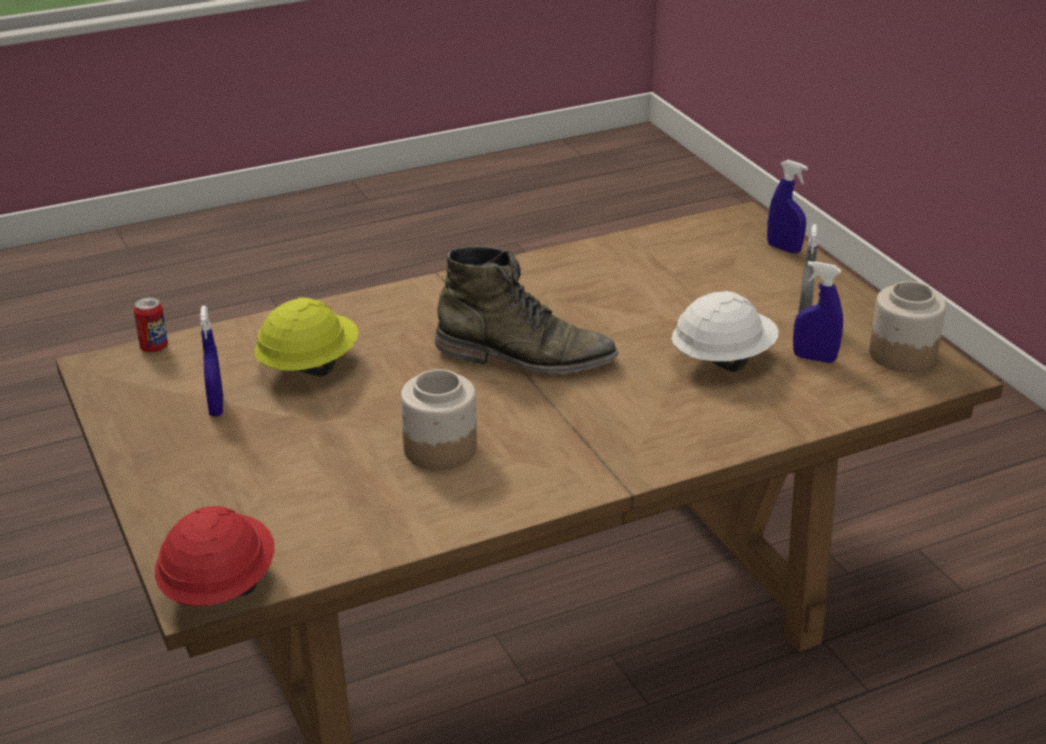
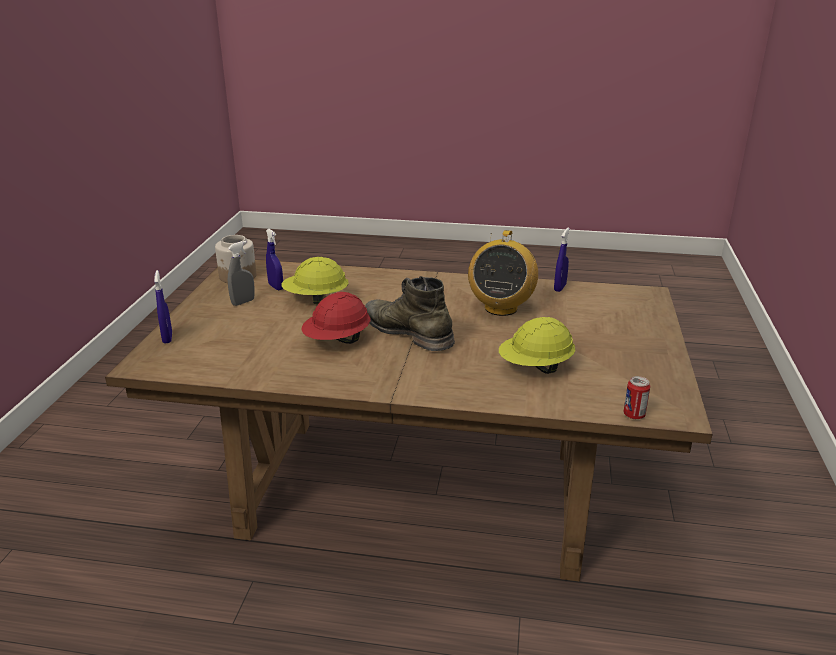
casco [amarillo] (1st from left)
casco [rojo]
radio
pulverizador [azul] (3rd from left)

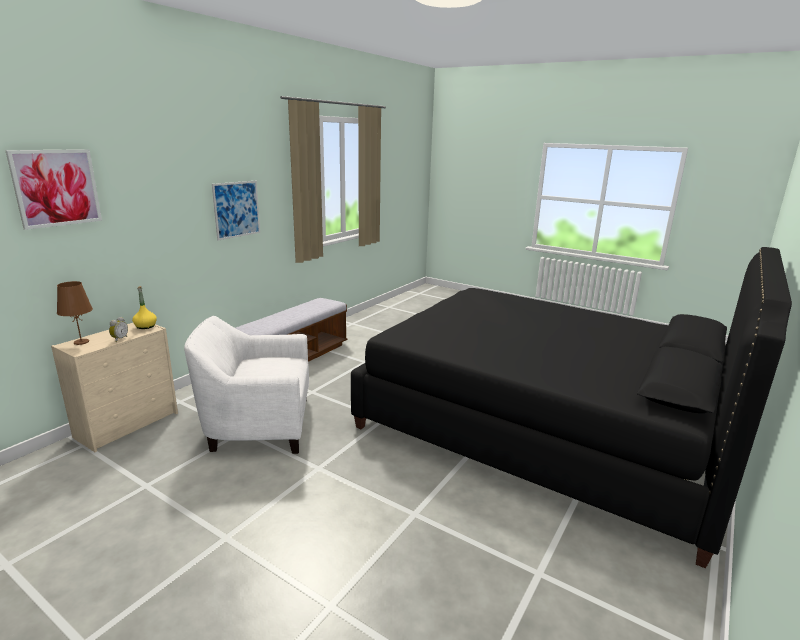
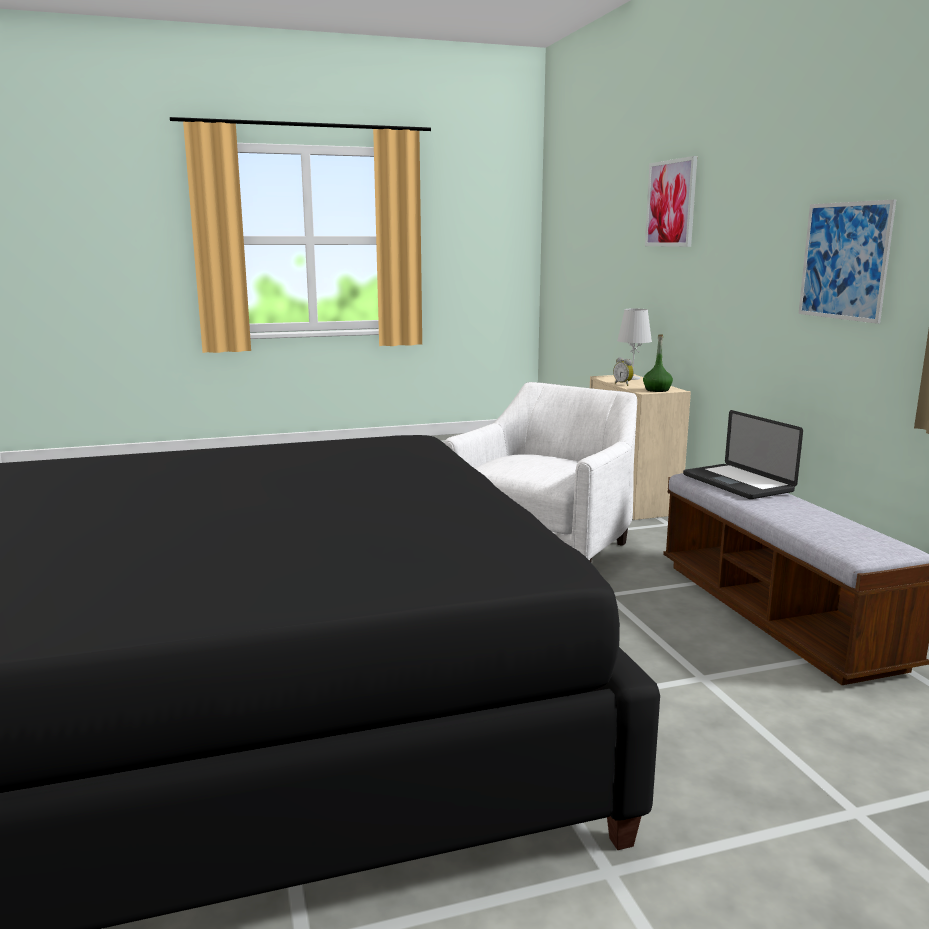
lámpara de mesa [blanco]
botella [verde]
portátil

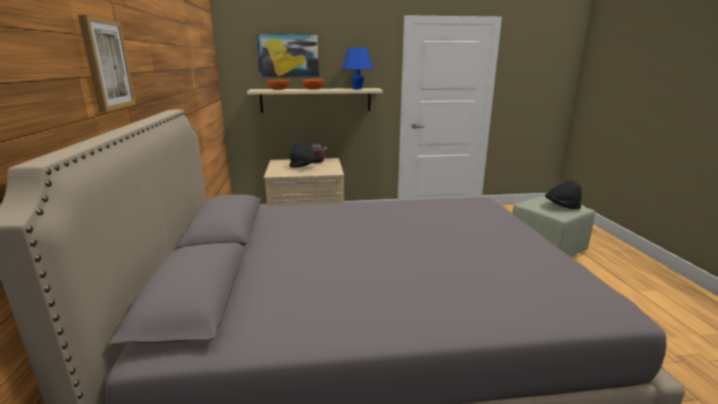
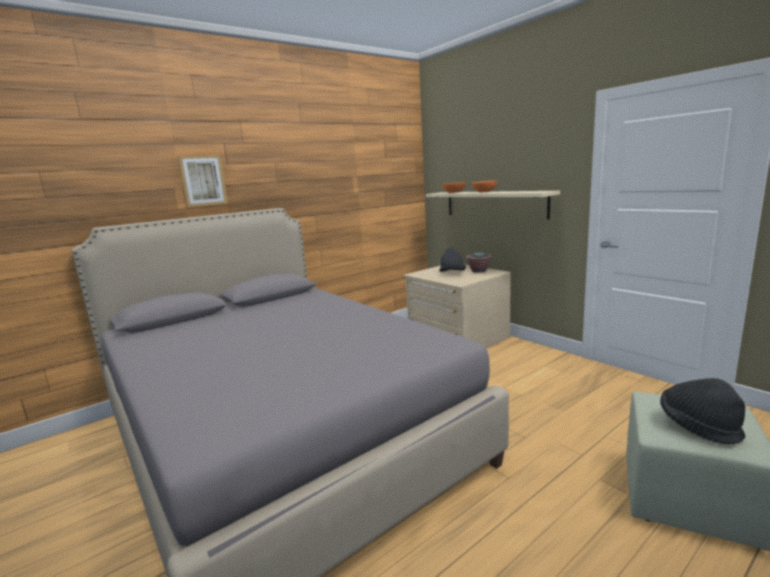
cuadro (2nd from left in the first image)
lámpara de mesa [azul]

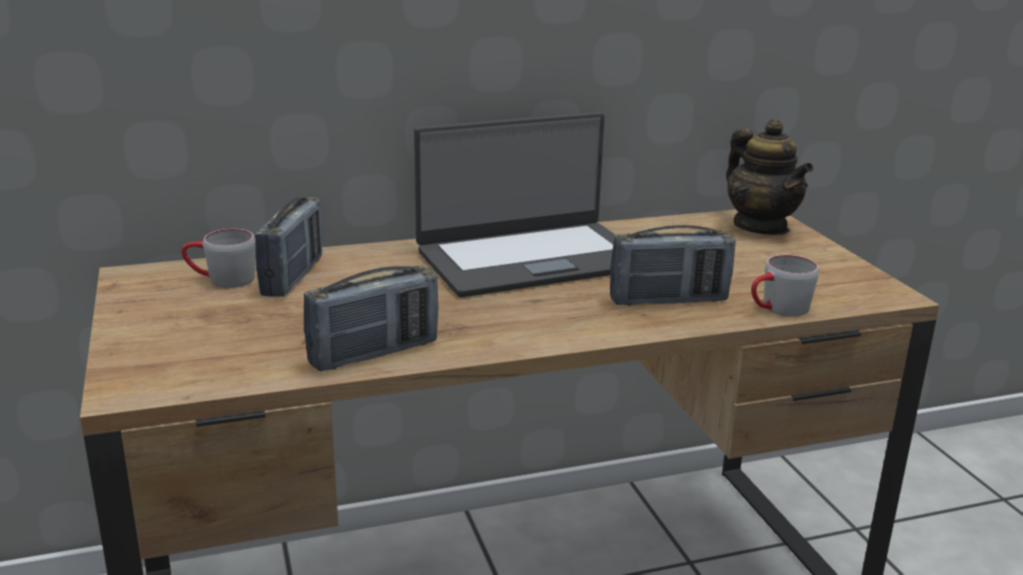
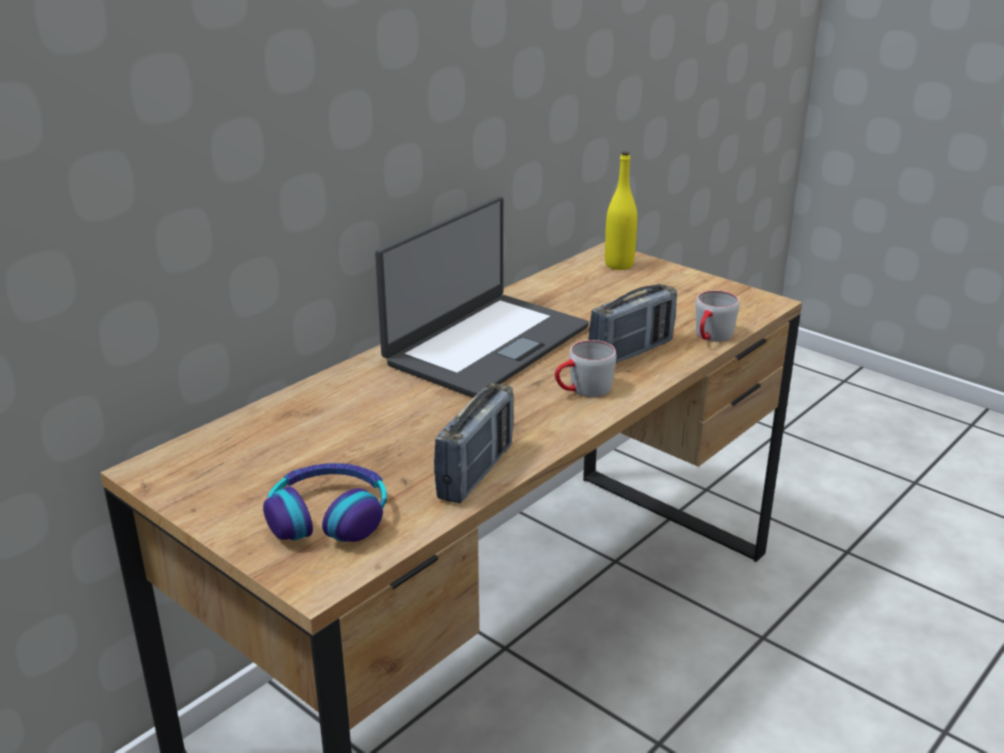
auriculares
taza grande [gris] (1st from left)
botella [amarillo]
radio (1st from left in the first image)

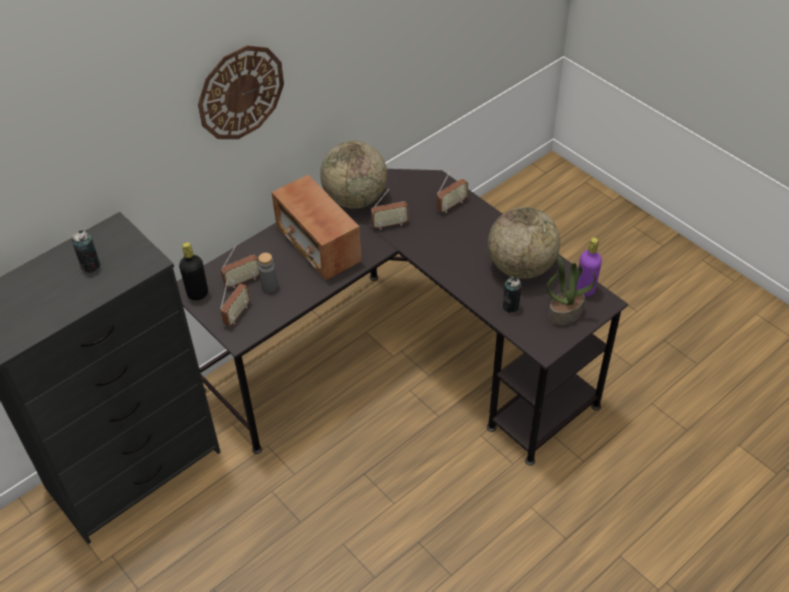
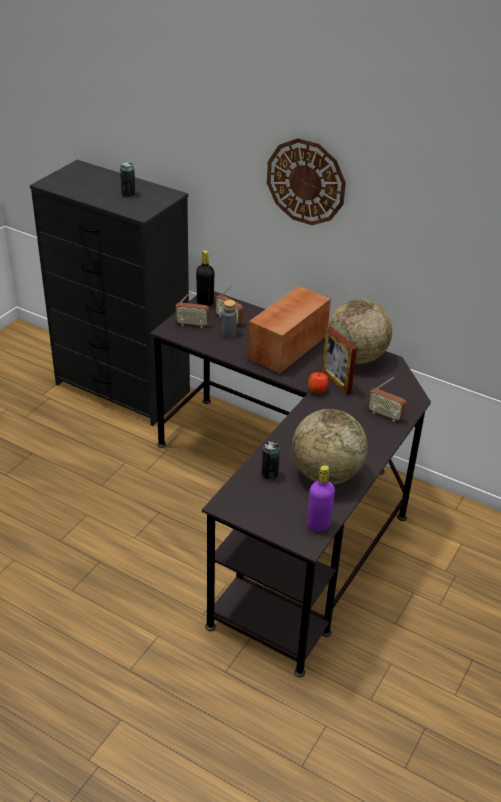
manzana
portarretratos
planta en maceta

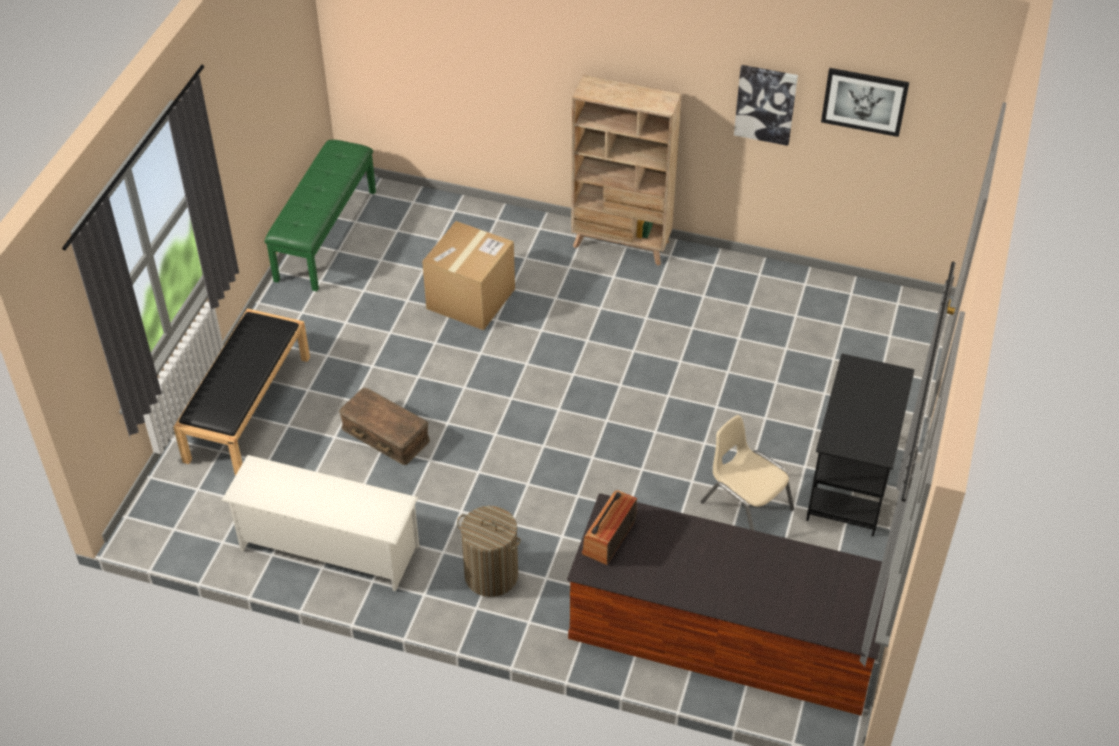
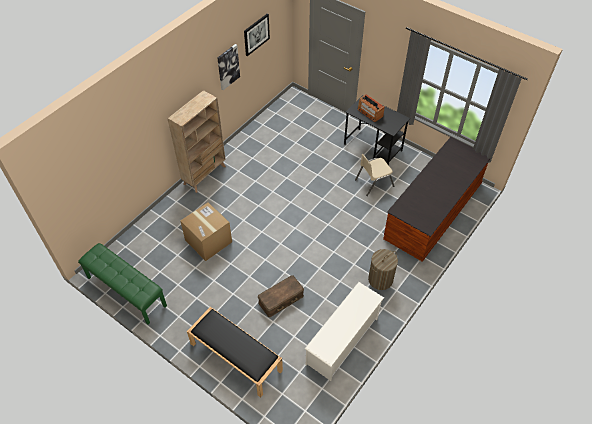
radio

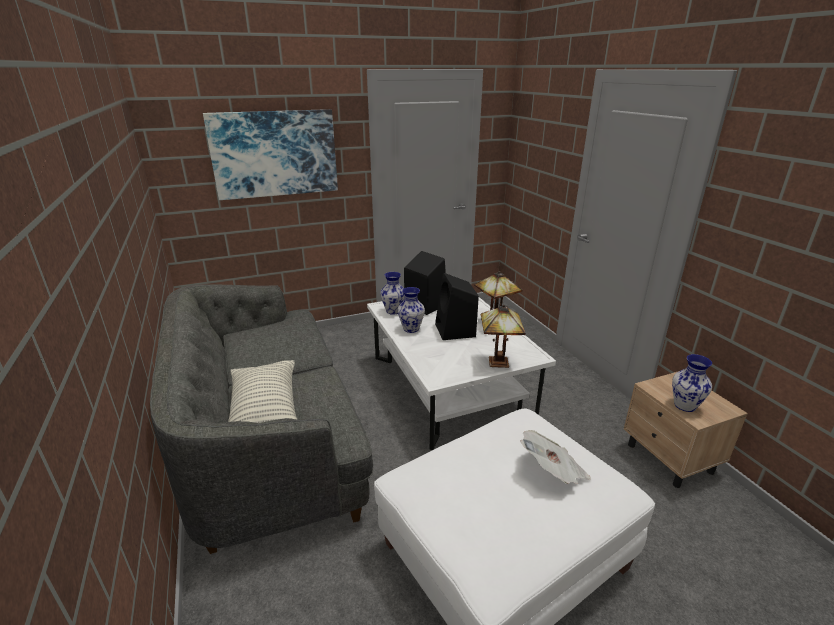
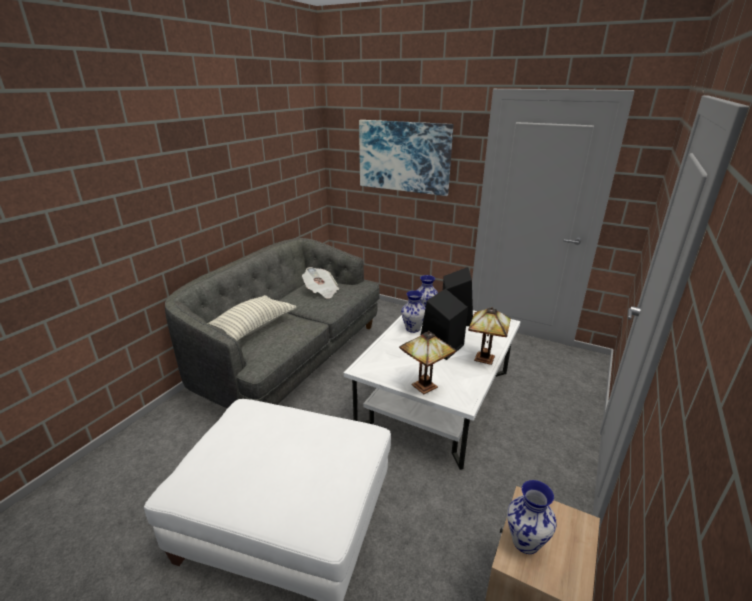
periódico

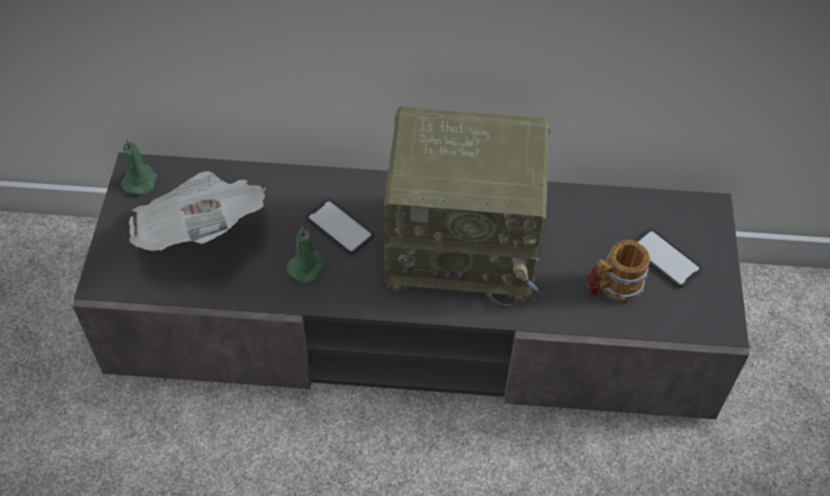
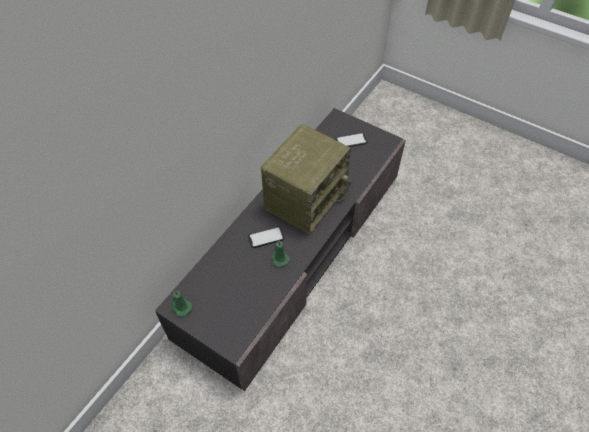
periódico
taza grande

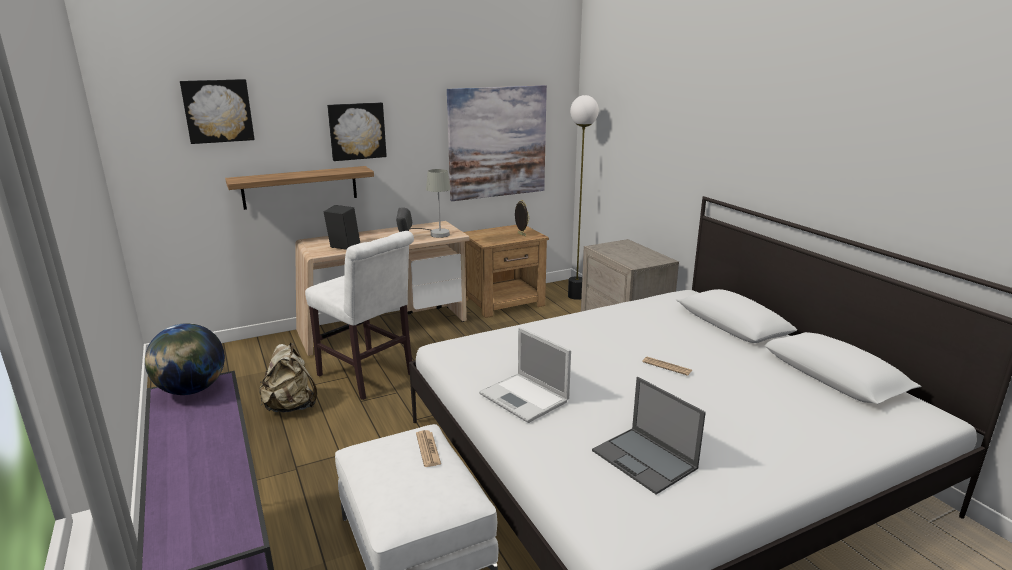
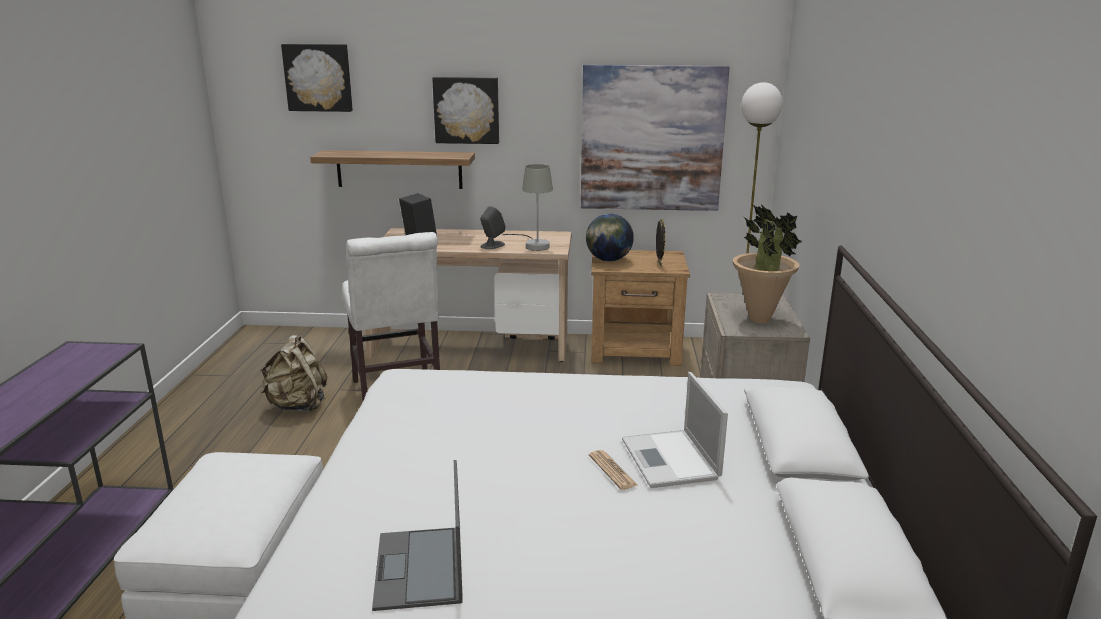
globo terráqueo
portátil (2nd from left)
planta en maceta
periódico (1st from left in the first image)

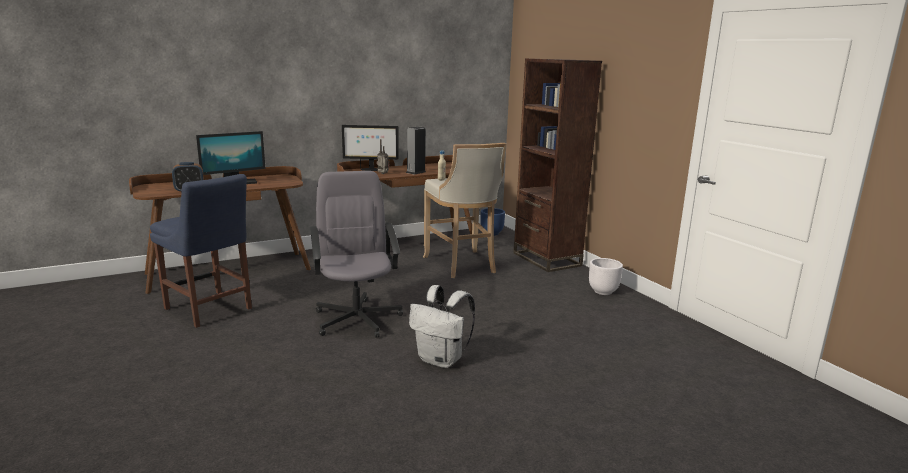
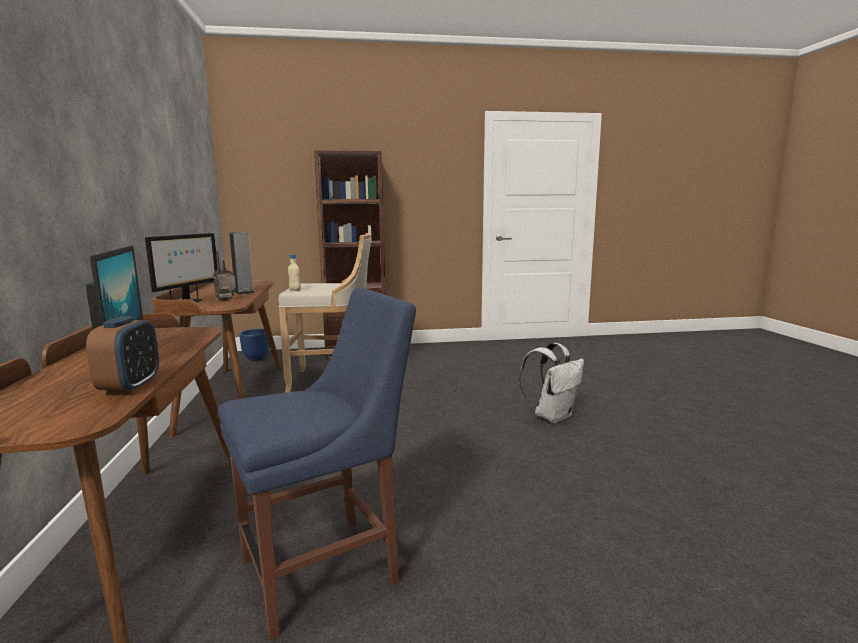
silla de oficina [gris]
maceta [blanco]

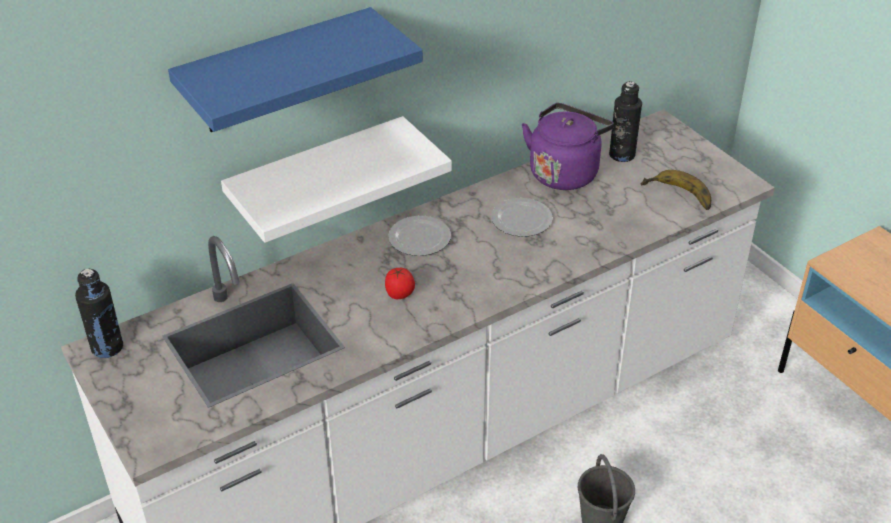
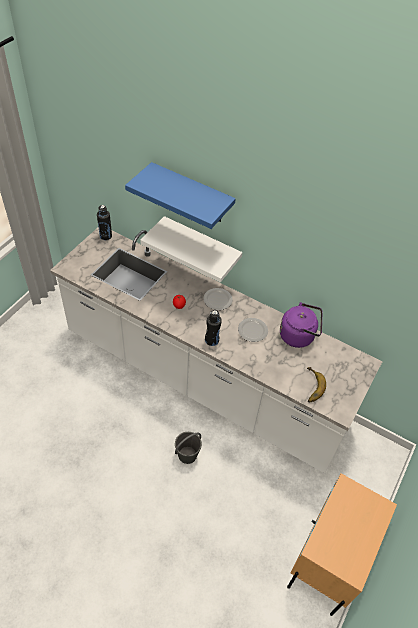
botella [negro] (2nd from left)

